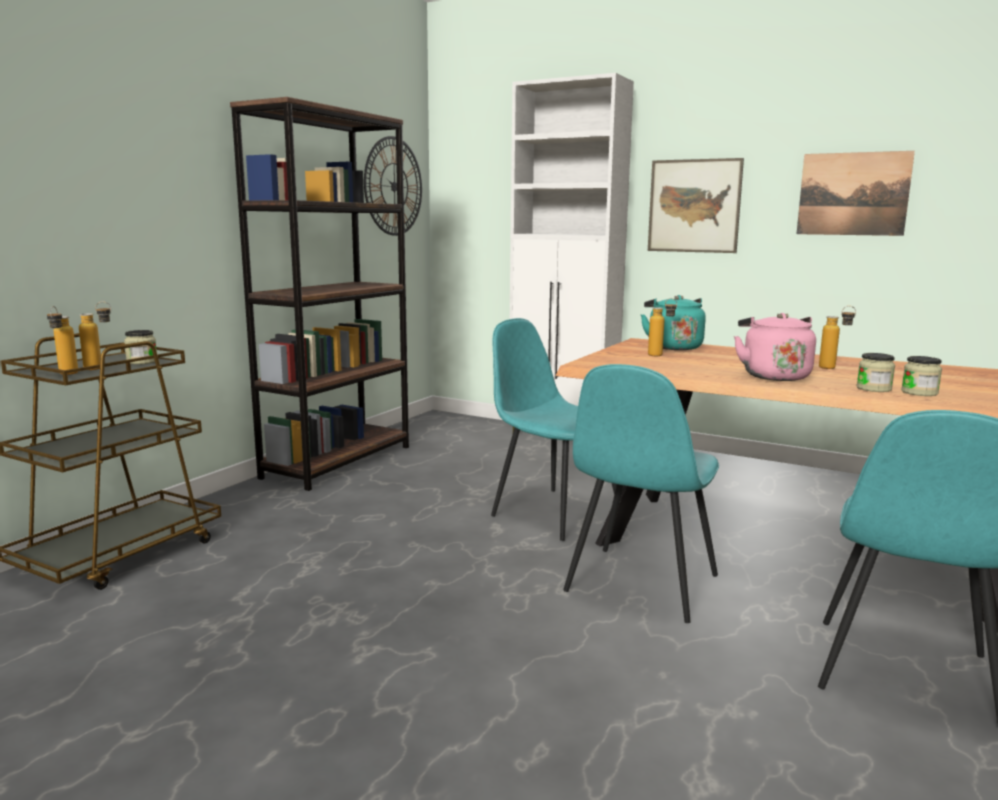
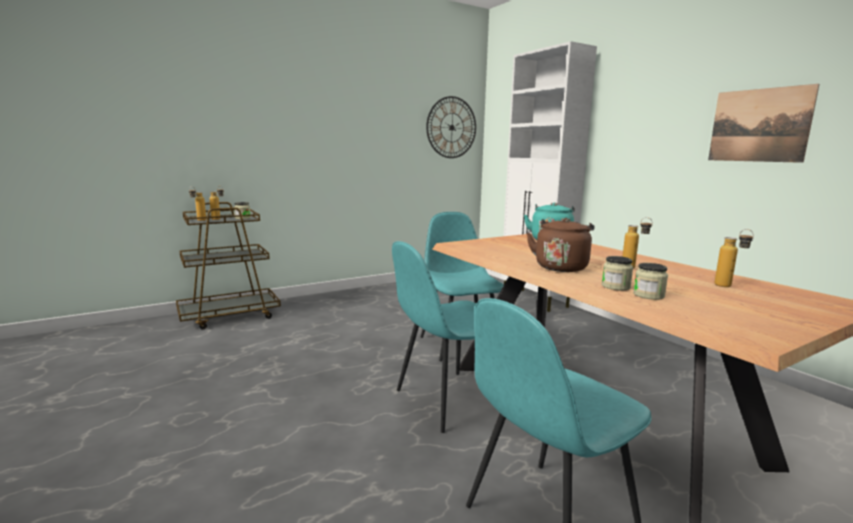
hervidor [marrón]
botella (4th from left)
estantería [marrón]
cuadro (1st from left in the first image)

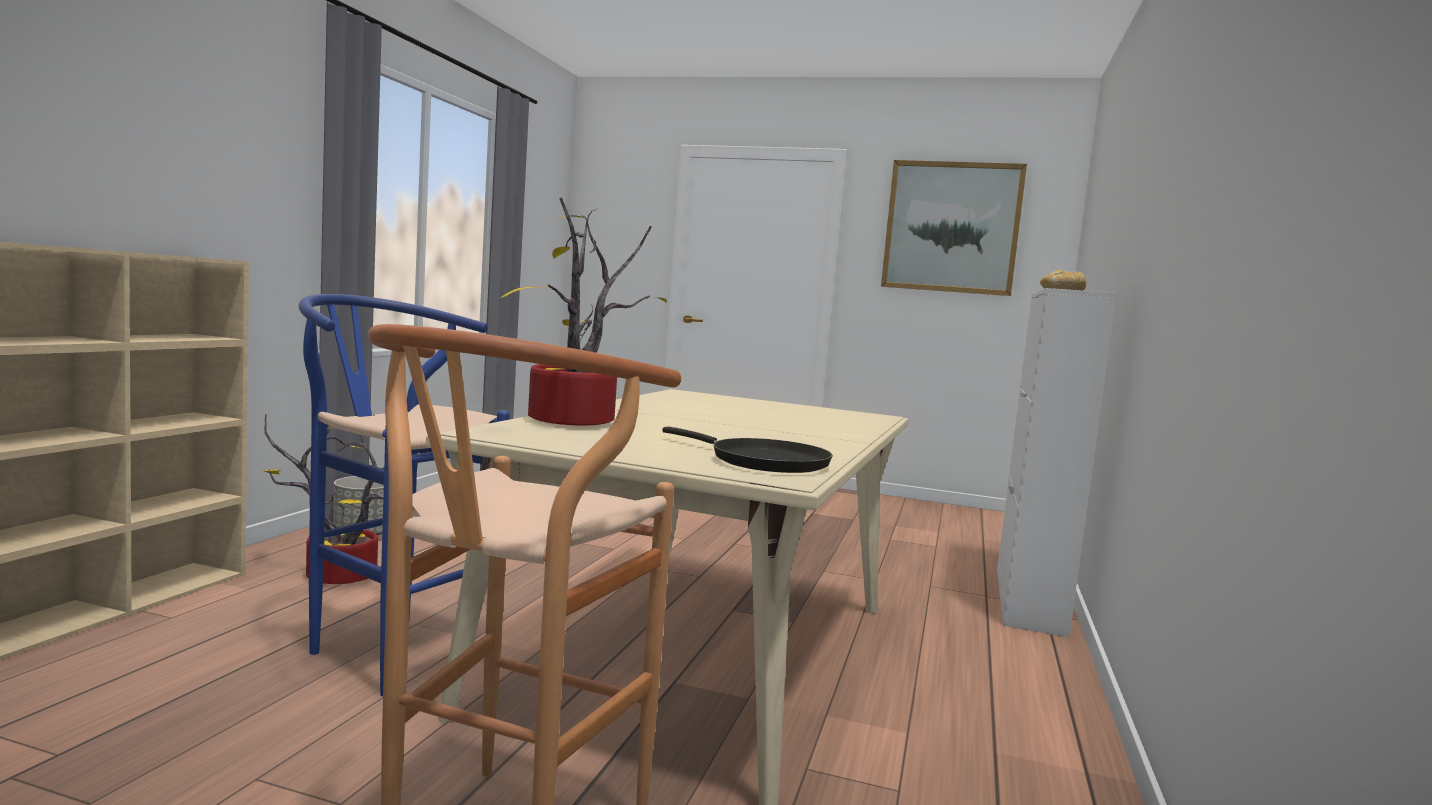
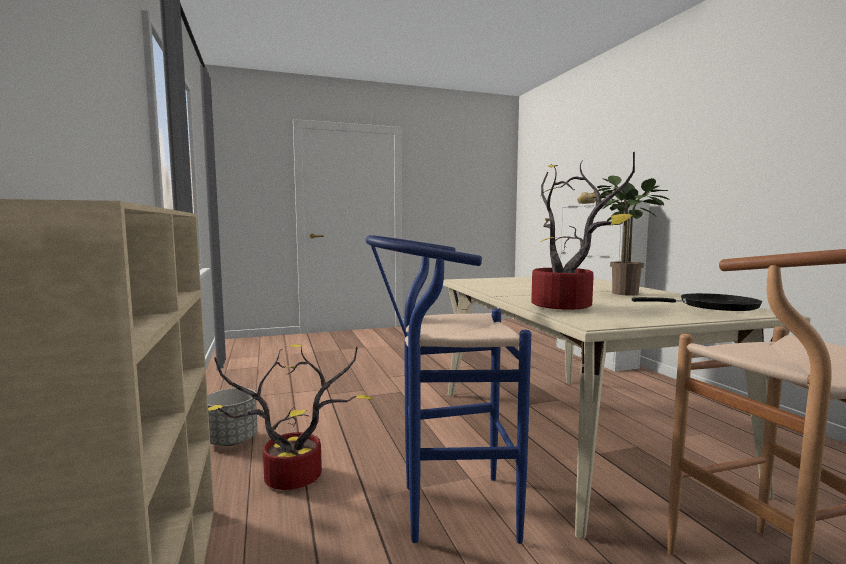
planta en maceta (3rd from left)
cuadro

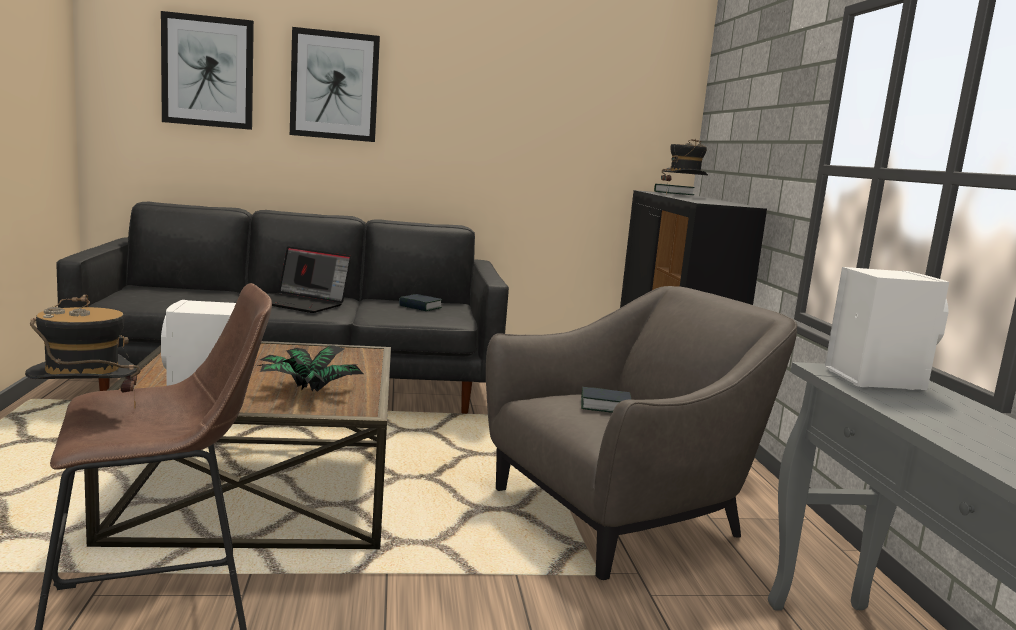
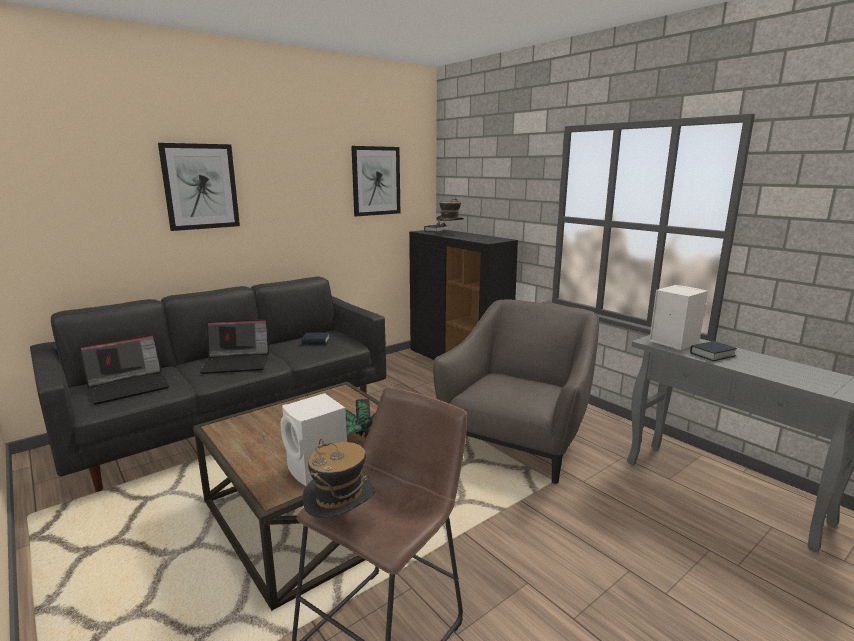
portátil (1st from left)
cuadro (2nd from left)
libro (3rd from left)

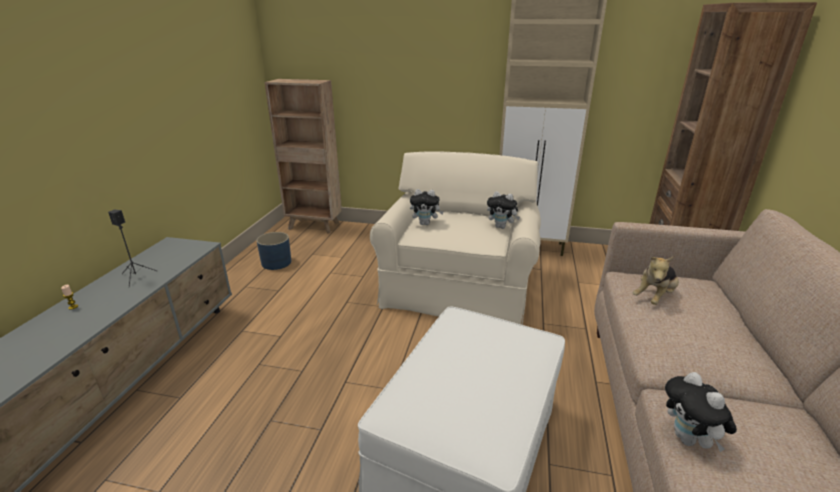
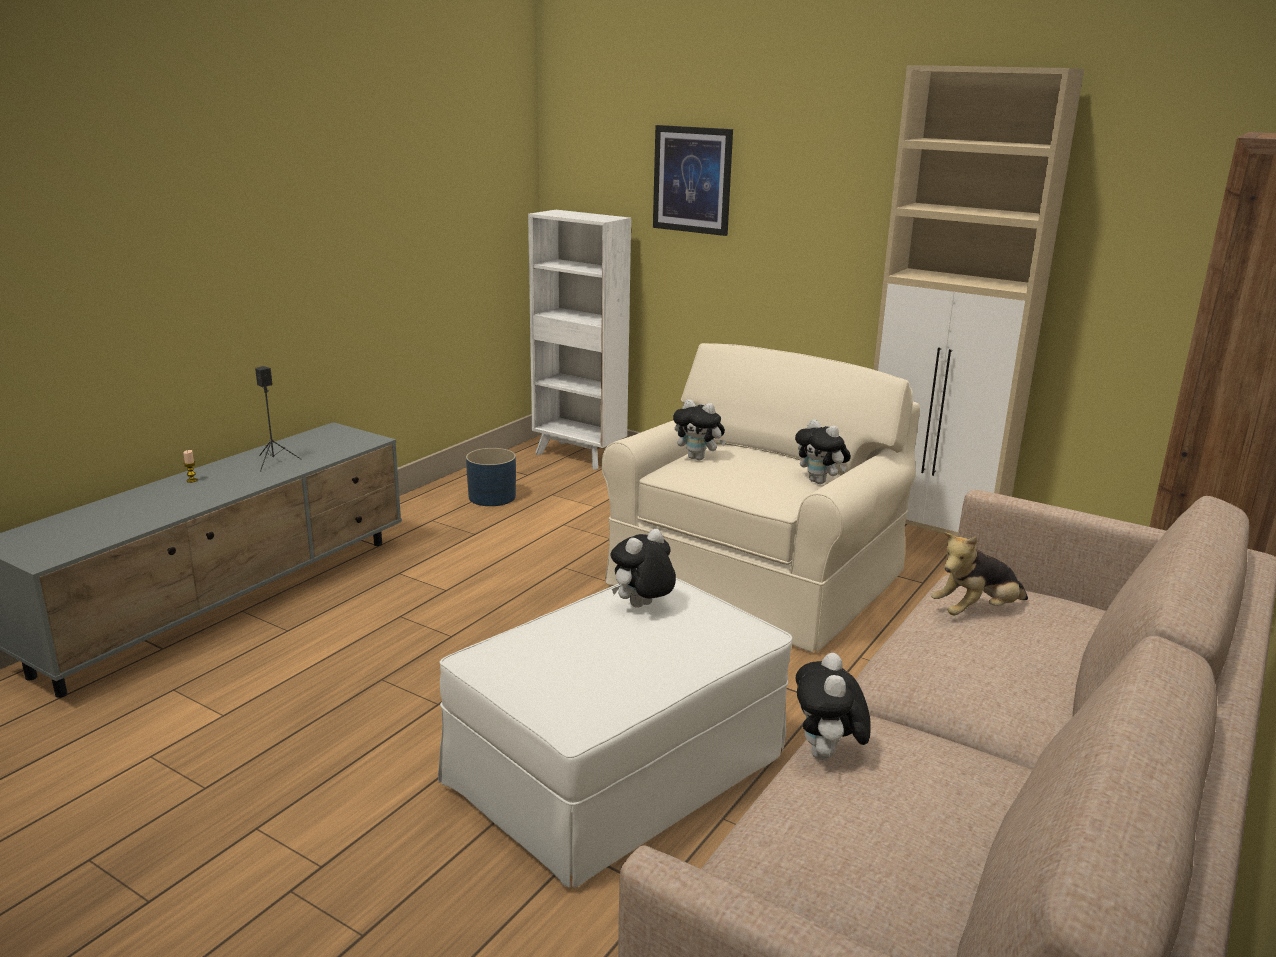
estantería [blanco]
peluche (1st from left)
cuadro

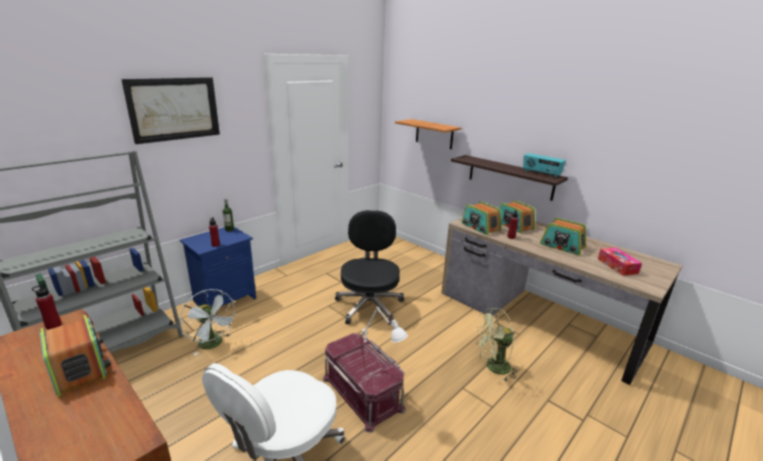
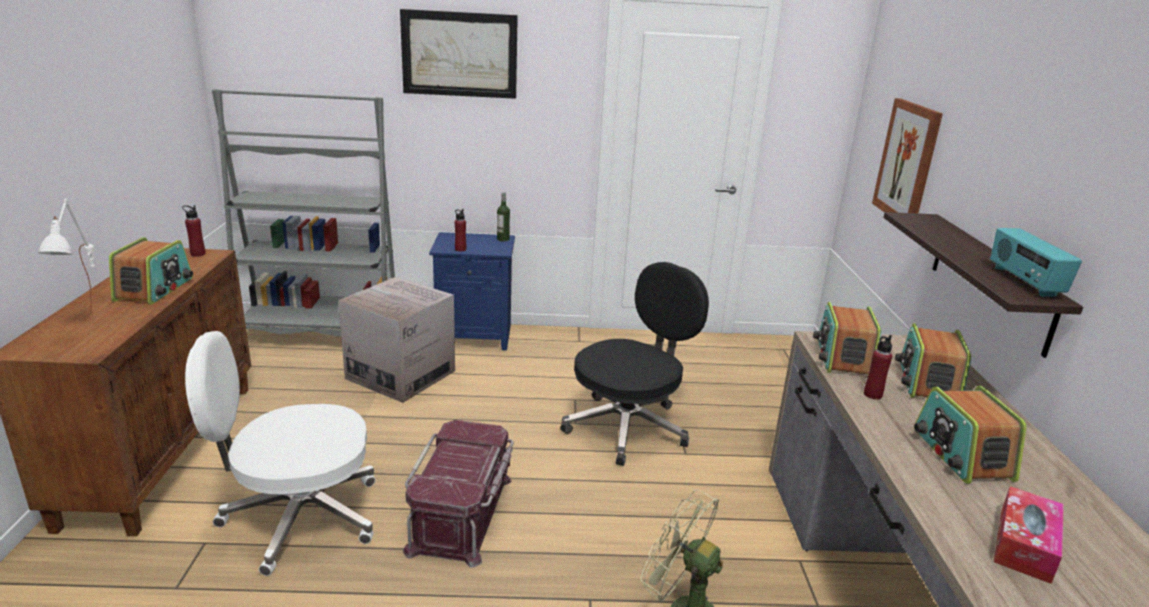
lámpara de mesa [blanco]
caja de cartón
cuadro (2nd from left)

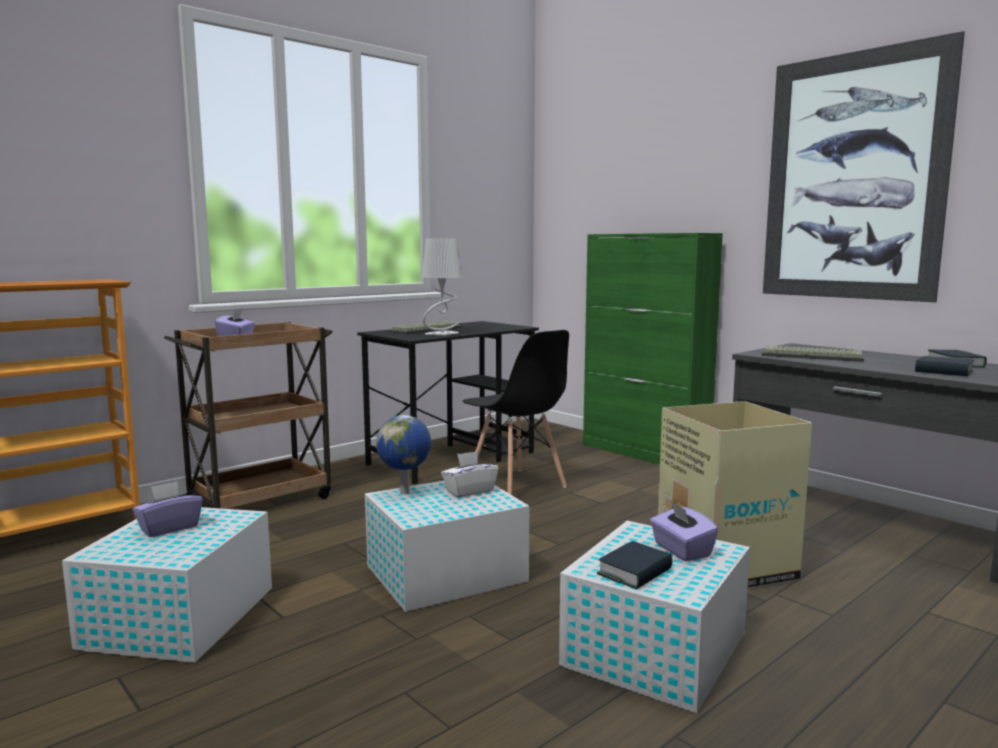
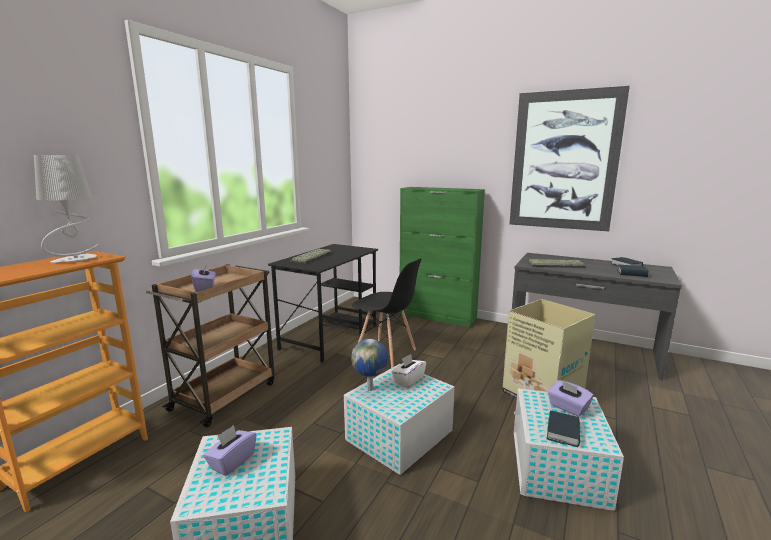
lámpara de mesa [gris]

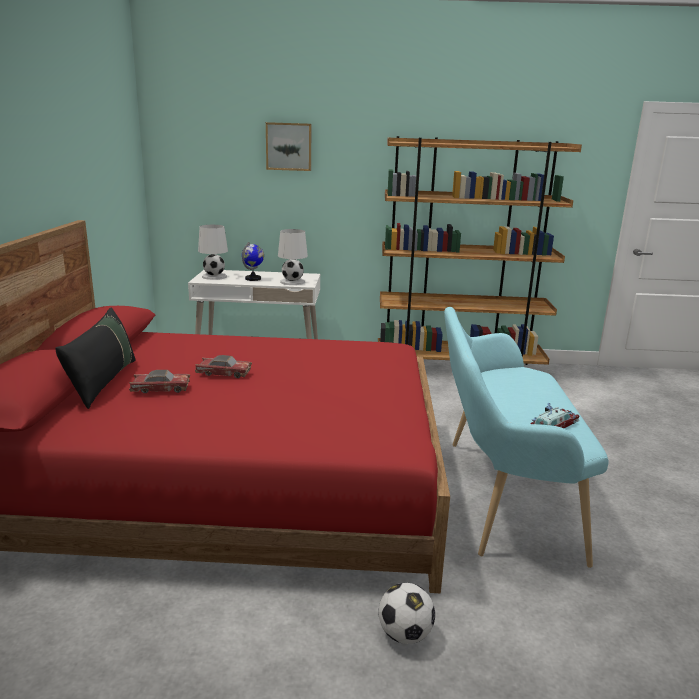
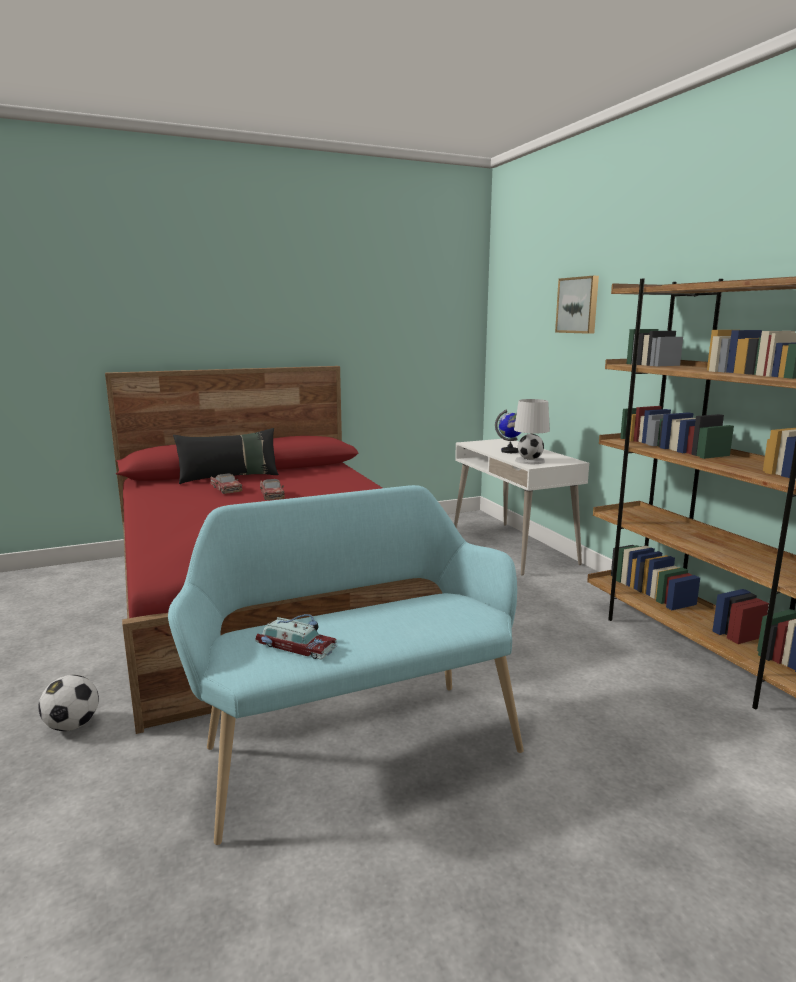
lámpara de mesa [blanco] (1st from left in the first image)

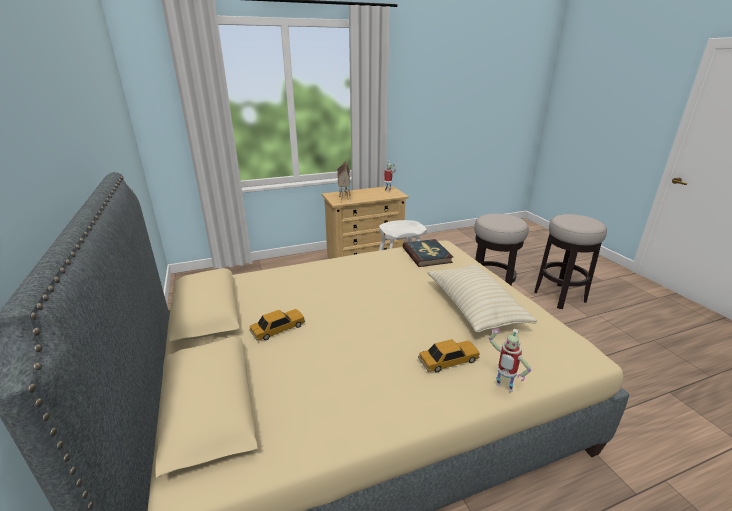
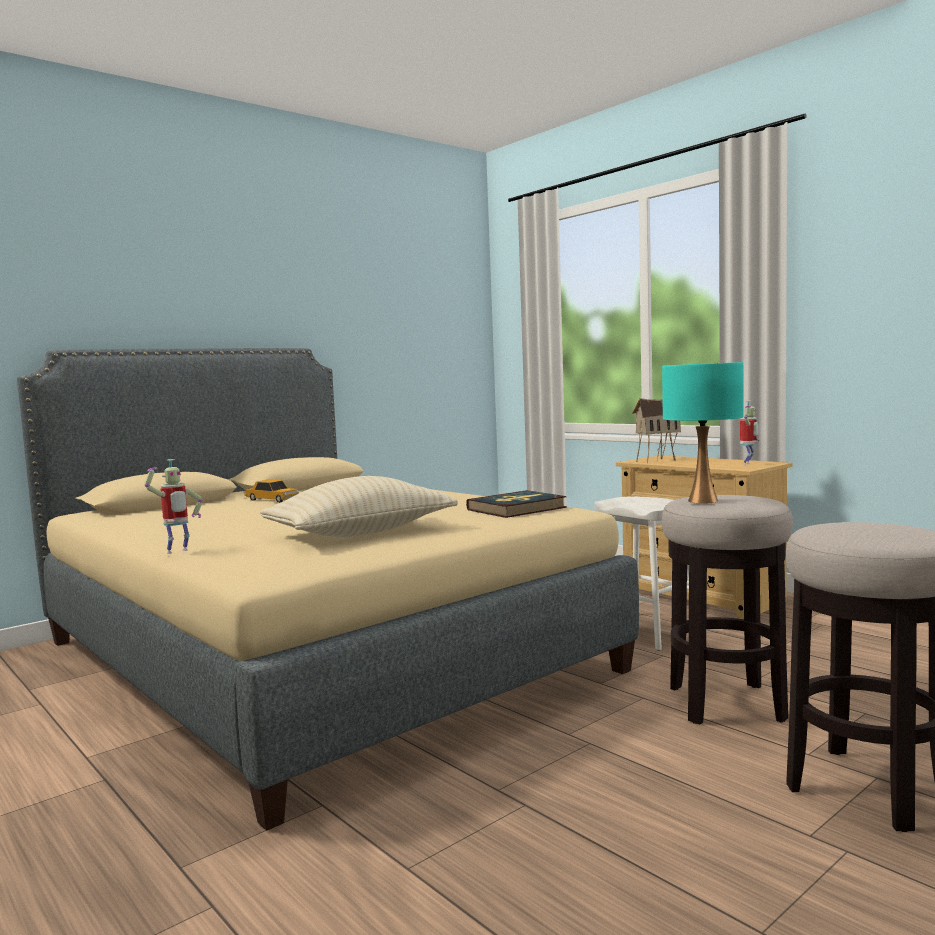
robot de juguete (1st from left)
lámpara de mesa [turquesa]
coche de juguete (2nd from left in the first image)

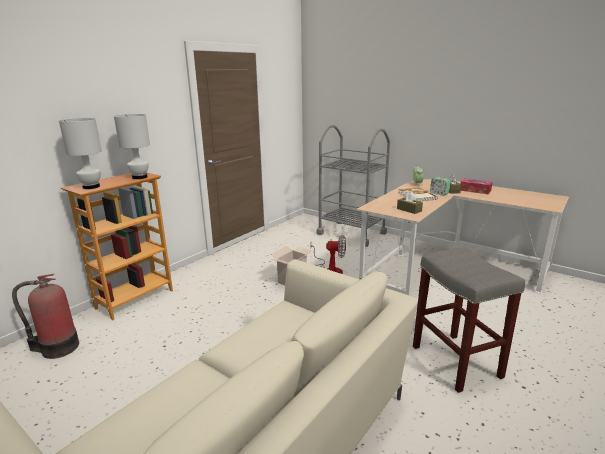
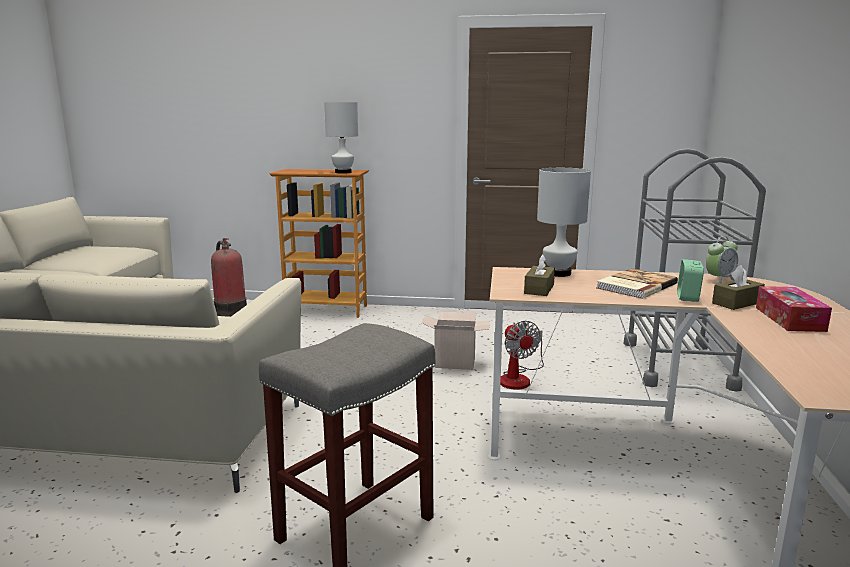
lámpara de mesa [blanco] (2nd from left)

